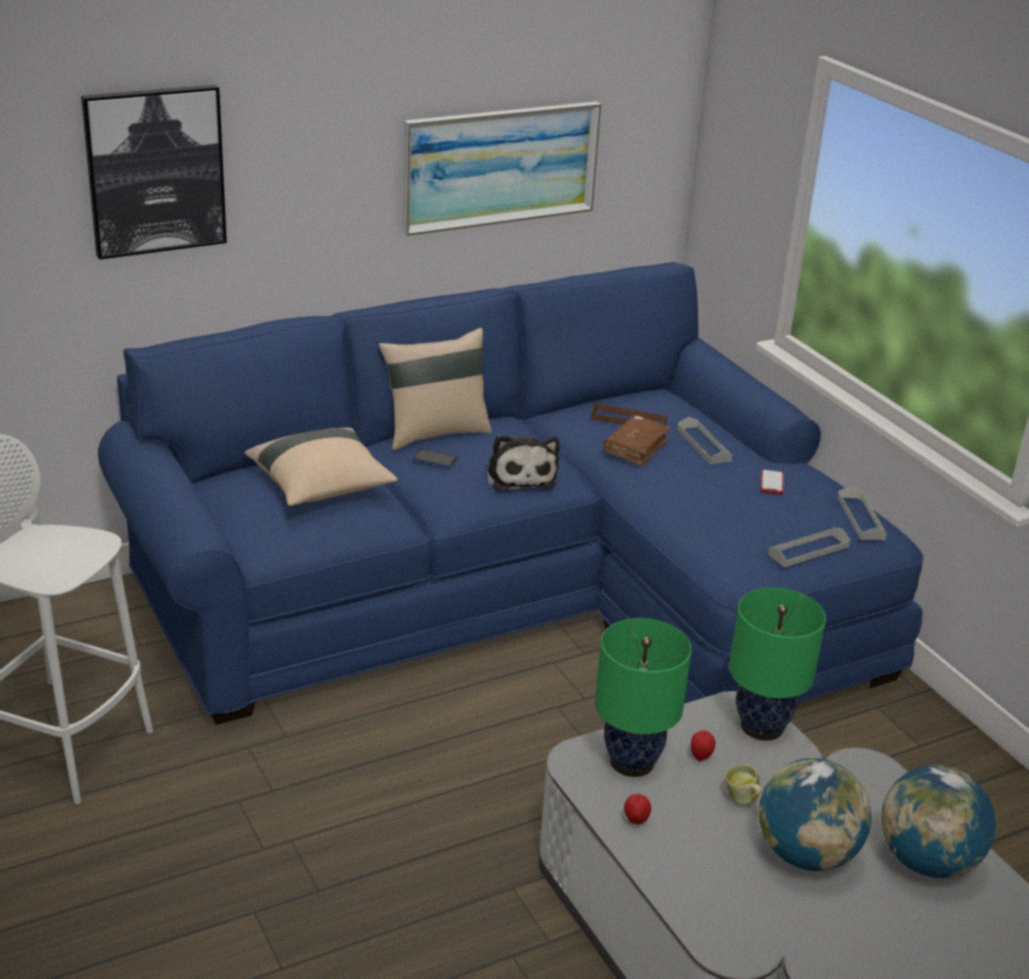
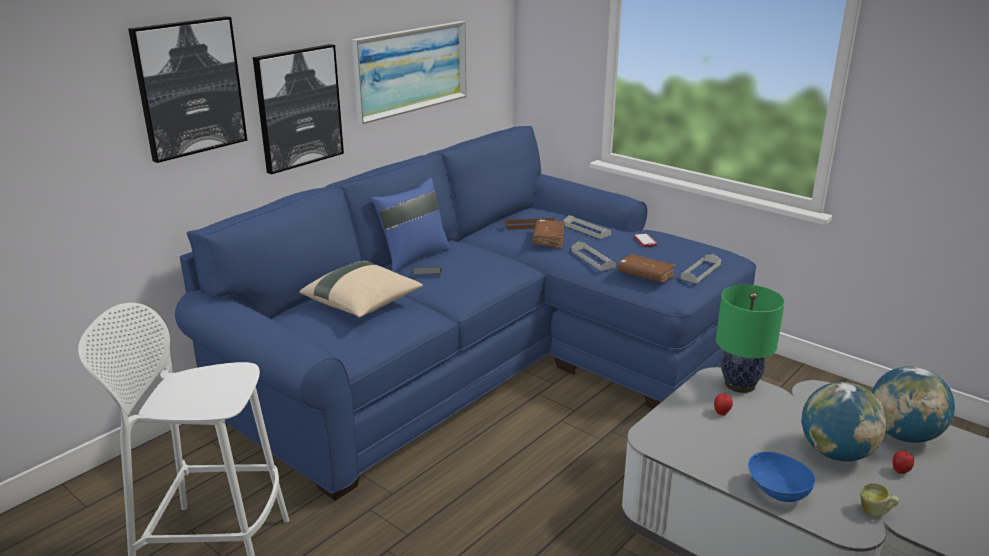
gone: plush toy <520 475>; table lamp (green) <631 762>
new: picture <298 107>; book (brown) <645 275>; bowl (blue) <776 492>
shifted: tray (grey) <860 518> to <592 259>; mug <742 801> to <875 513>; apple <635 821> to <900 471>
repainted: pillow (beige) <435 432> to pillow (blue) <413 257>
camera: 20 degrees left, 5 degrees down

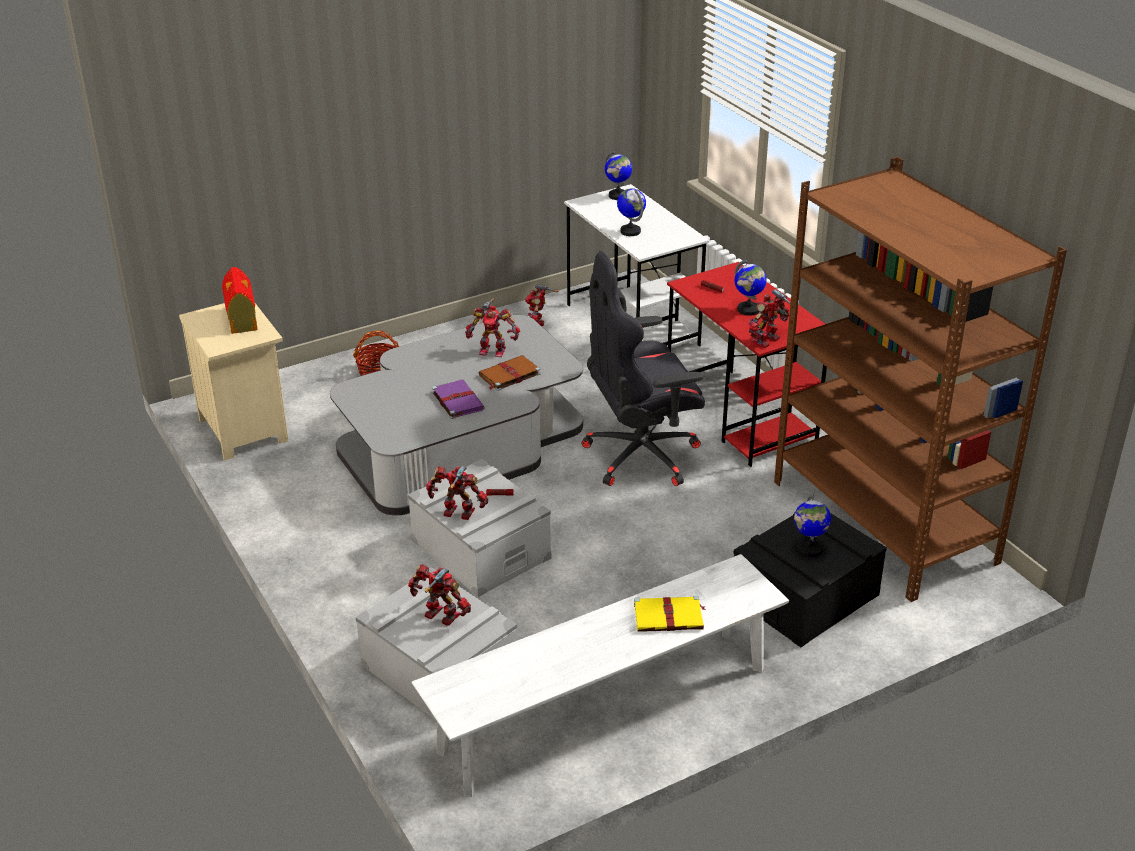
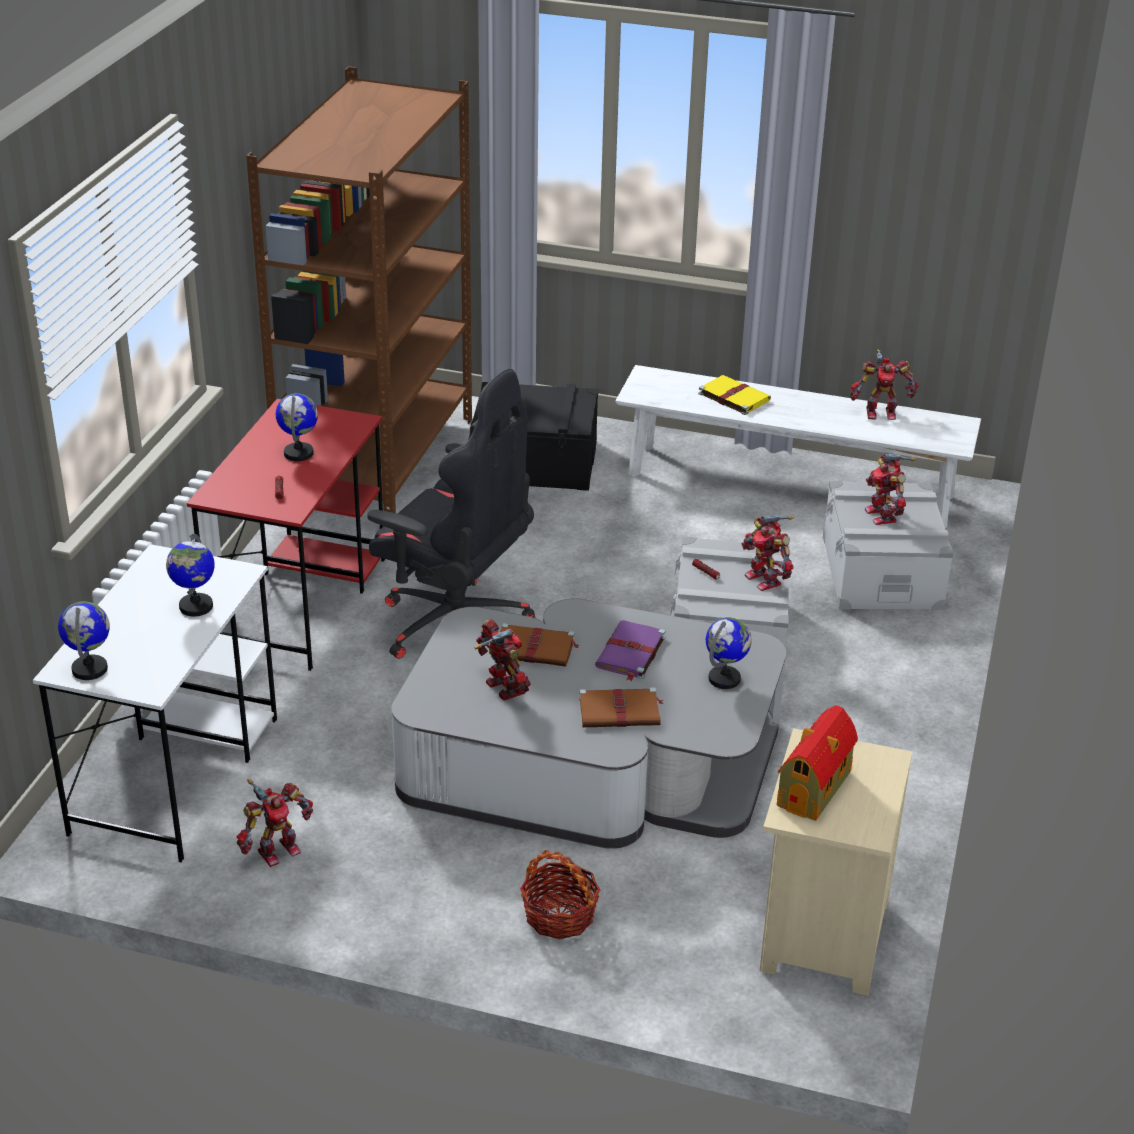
new: book (brown) <621 711>
shifted: globe <809 549> to <725 679>; toy robot <767 341> to <880 412>
camera: 135 degrees left, 0 degrees up

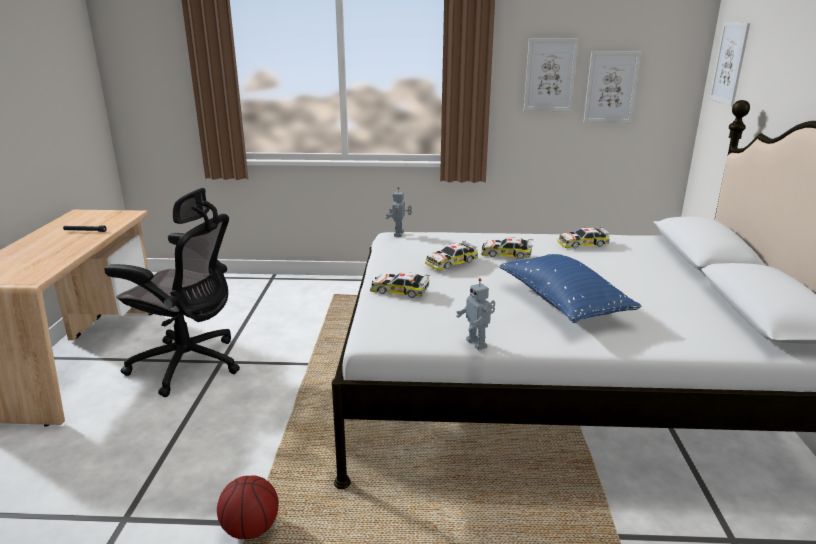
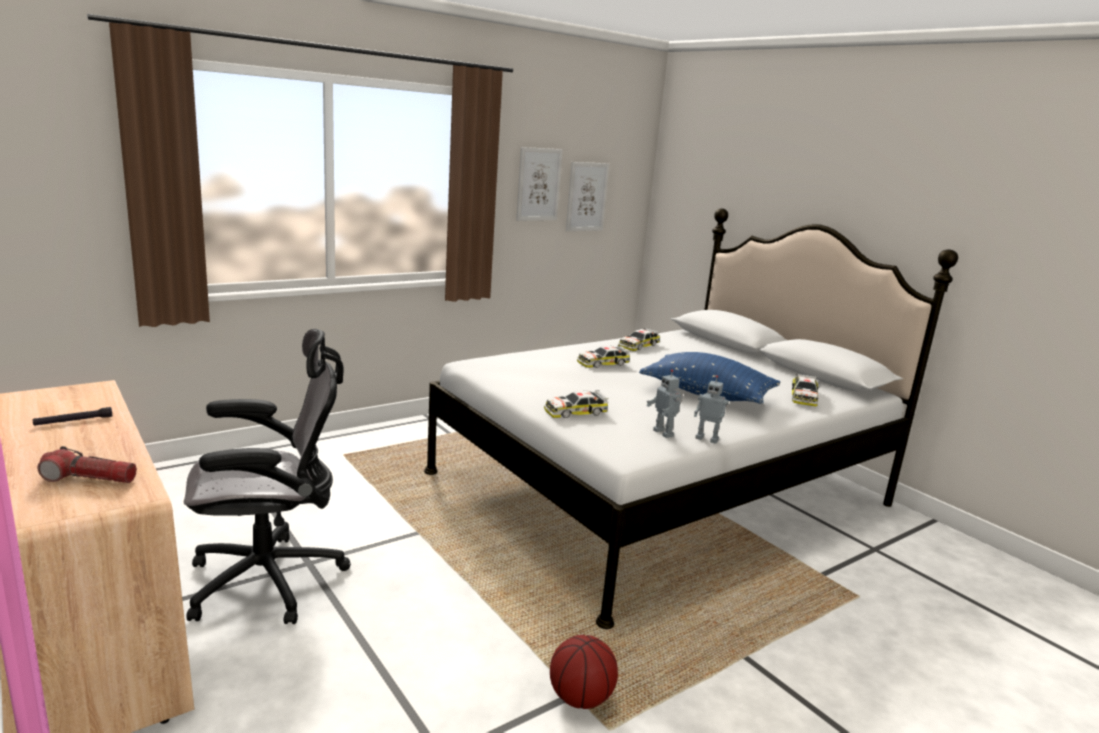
gone: picture <729 63>
new: flashlight <89 479>
shifted: toy robot <399 234> to <664 433>; toy car <451 262> to <804 397>
camera: 40 degrees left, 5 degrees down

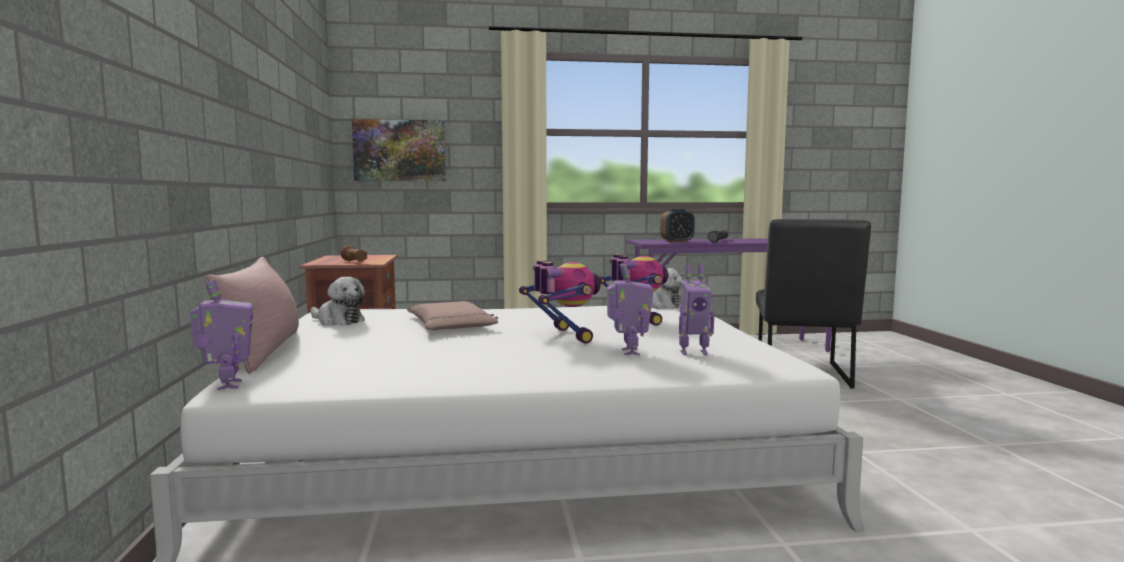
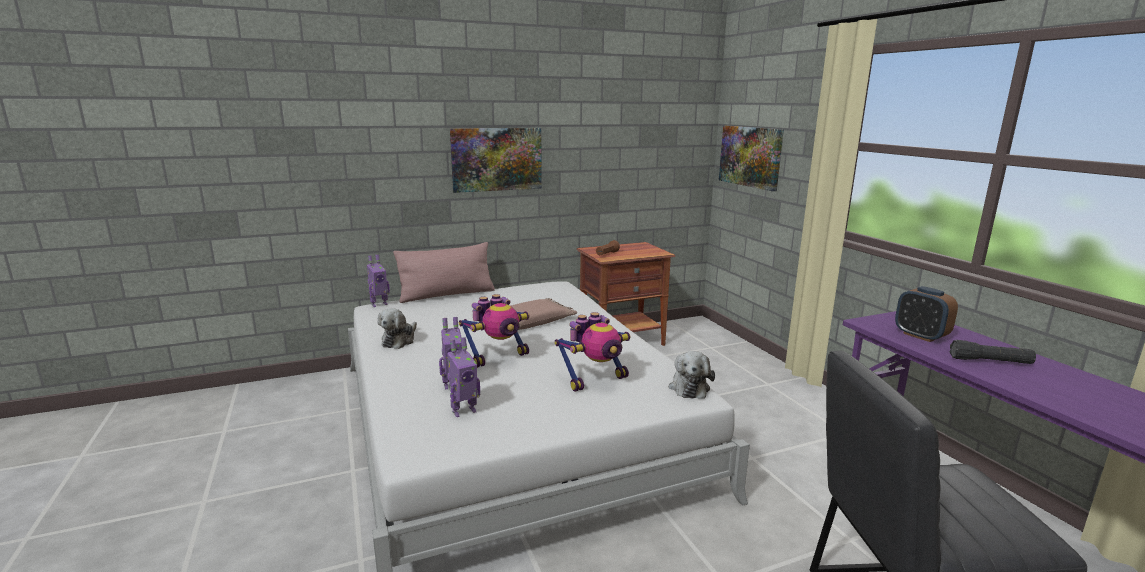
new: picture <496 159>
shifted: plush toy <338 321> to <399 340>
rotated: toy robot <693 352> = <463 411> 105 degrees counterclockwise
camera: 75 degrees right, 10 degrees up

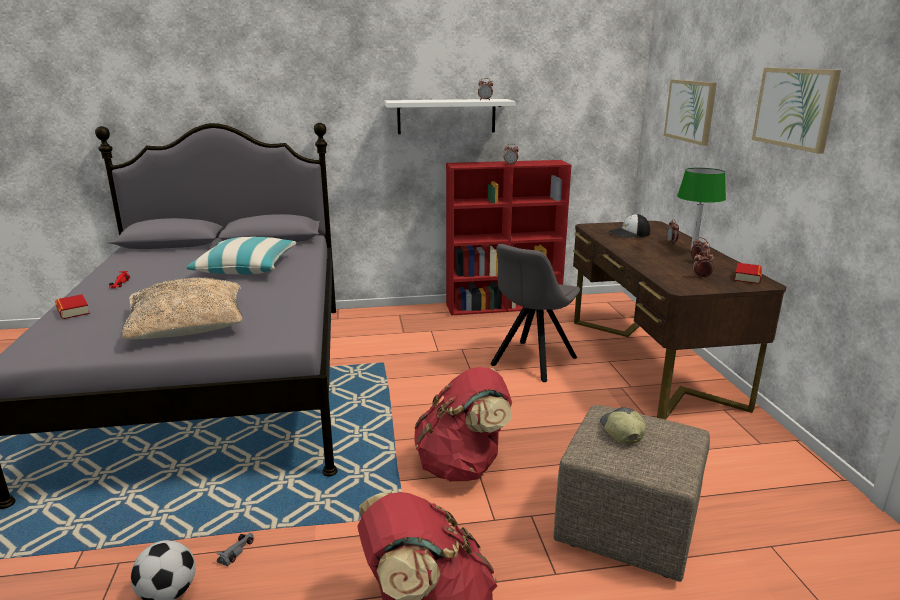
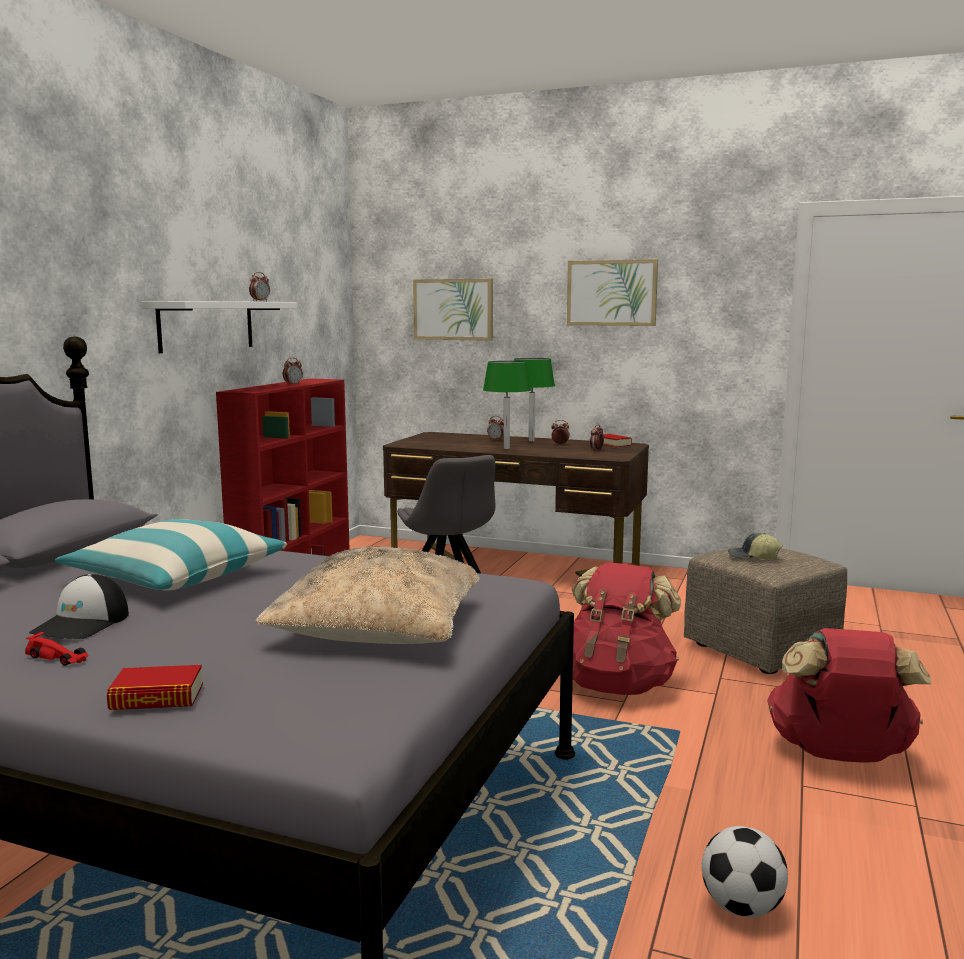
gone: toy car (grey) <237 550>
new: table lamp (green) <506 448>
shifted: cap <629 233> to <82 624>
camera: 60 degrees left, 10 degrees down

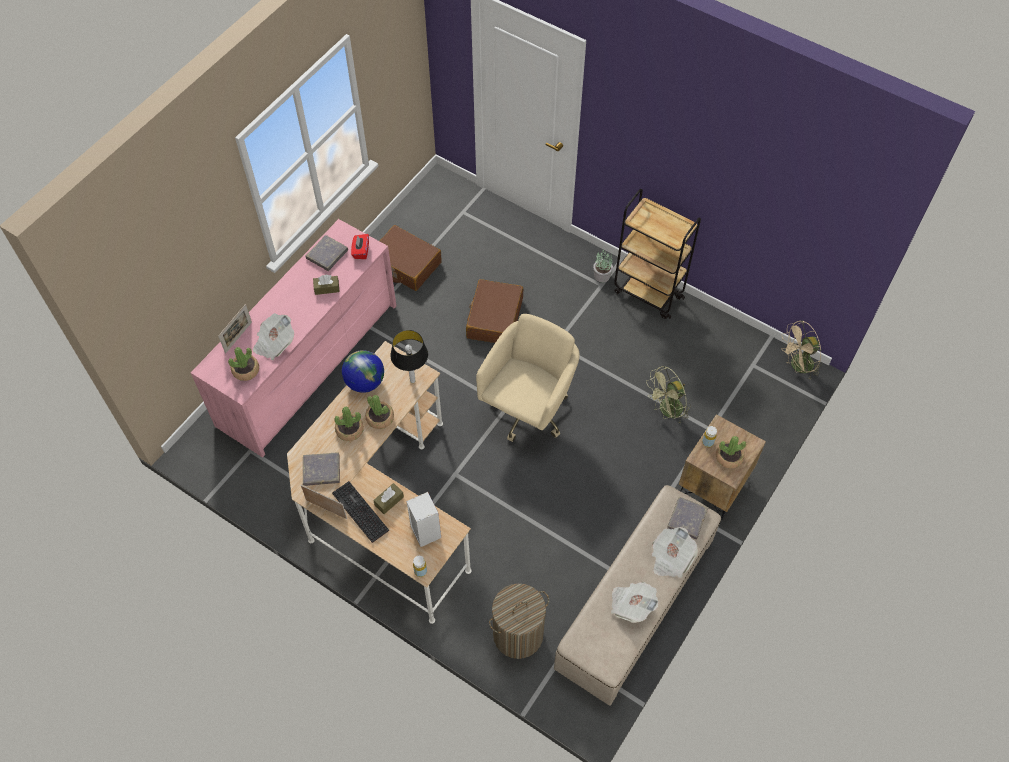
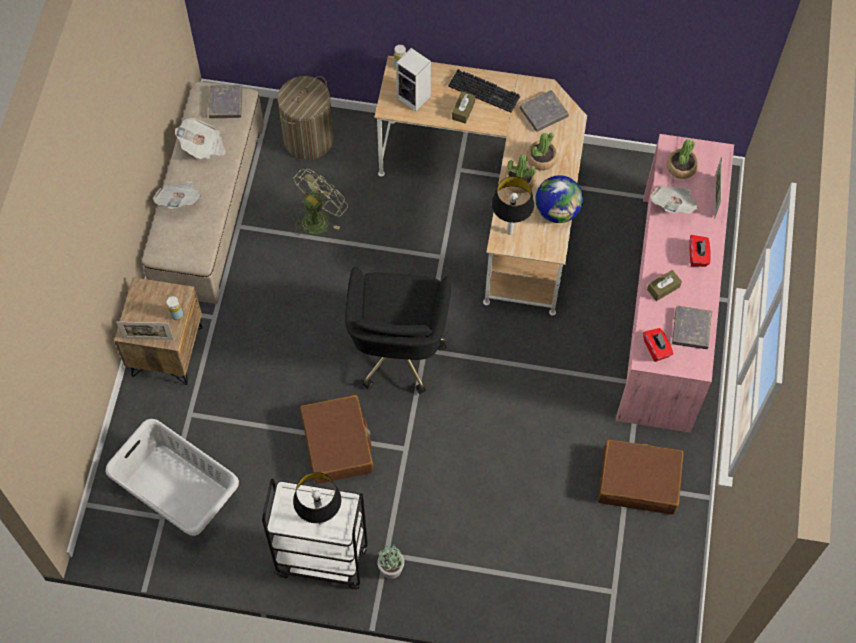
gone: potted plant <729 457>; fan (beige) <797 366>
new: laundry basket (grey) <177 489>; table lamp <321 520>; tissue box (red) <698 256>
shifted: picture frame <326 509> to <148 338>; book (grey) <687 519> to <226 103>; fan (green) <666 411> to <318 218>; suitcase (brown) <494 318> to <338 444>
repainted: cart (brown) <649 295> to cart (white) <321 564>; office chair (beige) <528 413> to office chair (black) <398 351>
camera: 155 degrees right, 5 degrees up

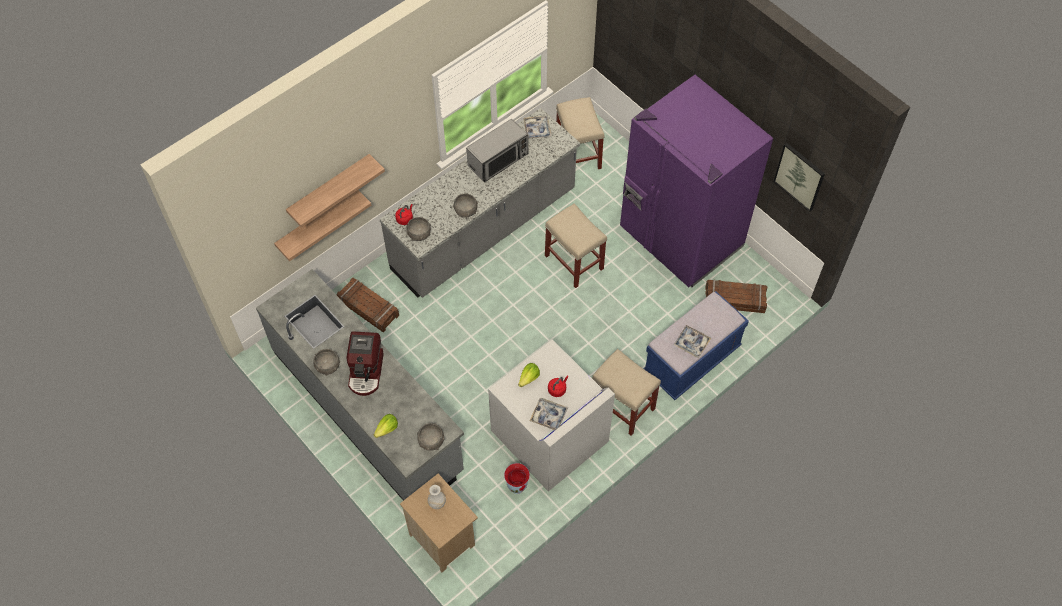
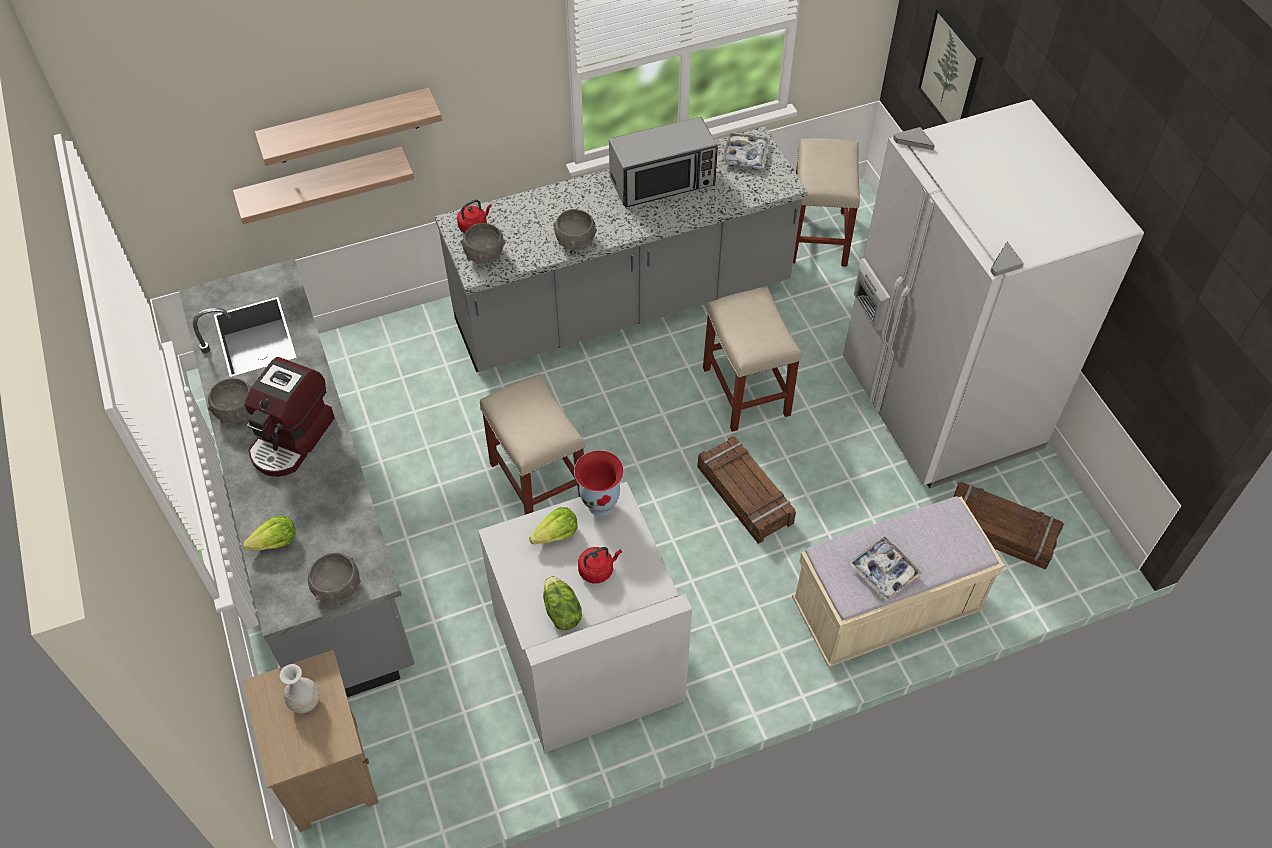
shifted: stool (beige) <621 406> to <537 481>; vase <517 487> to <601 505>; crate <368 307> to <745 495>; picture <799 176> to <952 72>
swapped: tray <548 416> to lettuce <561 611>
repainted: bench (blue) <691 360> to bench (beige) <885 609>; fridge (purple) <681 238> to fridge (white) <939 405>
camera: 20 degrees right, 5 degrees down

